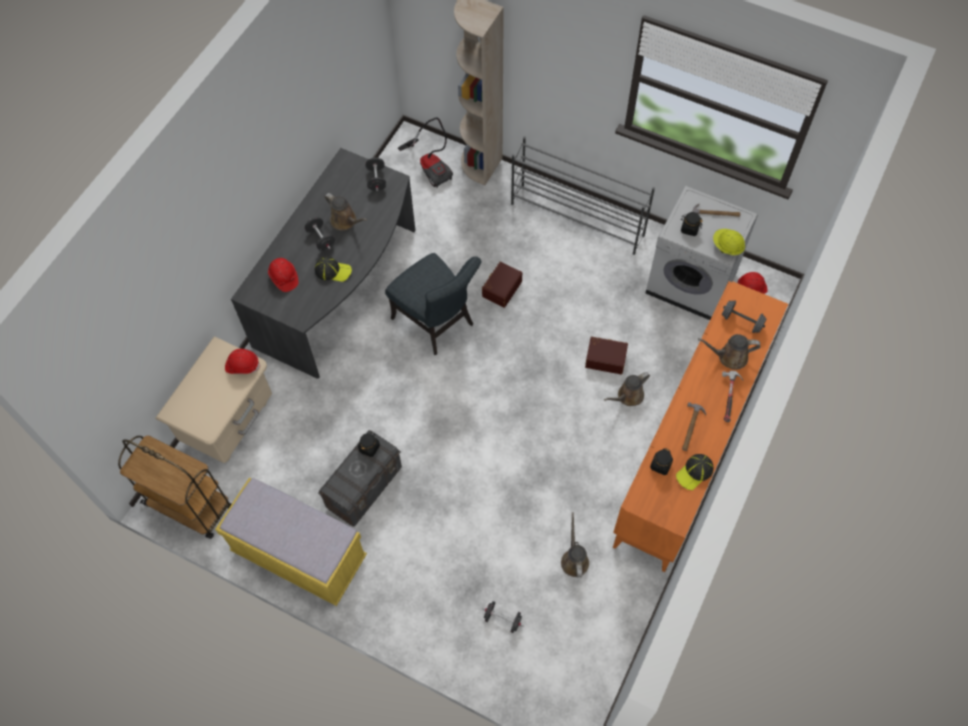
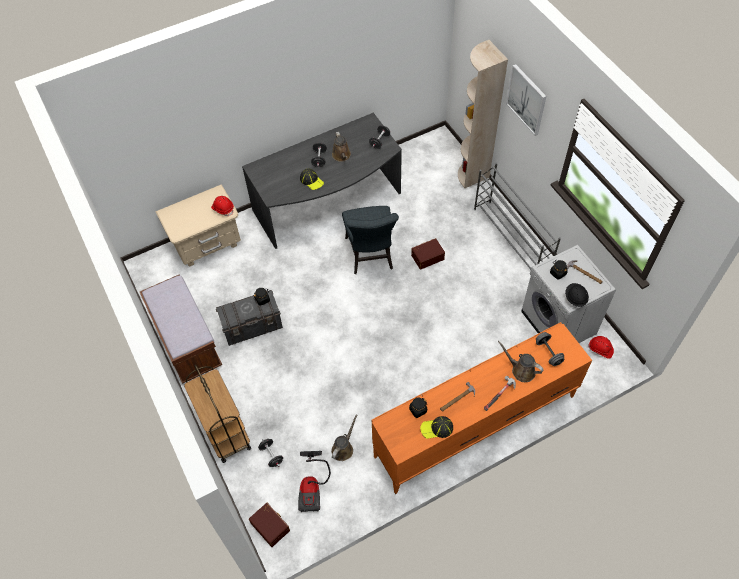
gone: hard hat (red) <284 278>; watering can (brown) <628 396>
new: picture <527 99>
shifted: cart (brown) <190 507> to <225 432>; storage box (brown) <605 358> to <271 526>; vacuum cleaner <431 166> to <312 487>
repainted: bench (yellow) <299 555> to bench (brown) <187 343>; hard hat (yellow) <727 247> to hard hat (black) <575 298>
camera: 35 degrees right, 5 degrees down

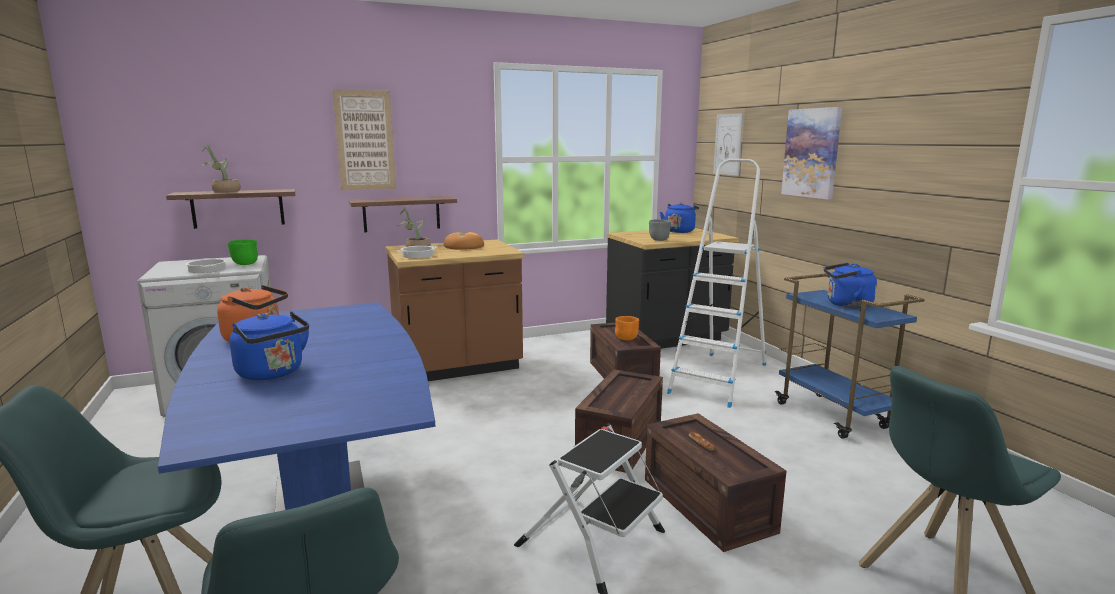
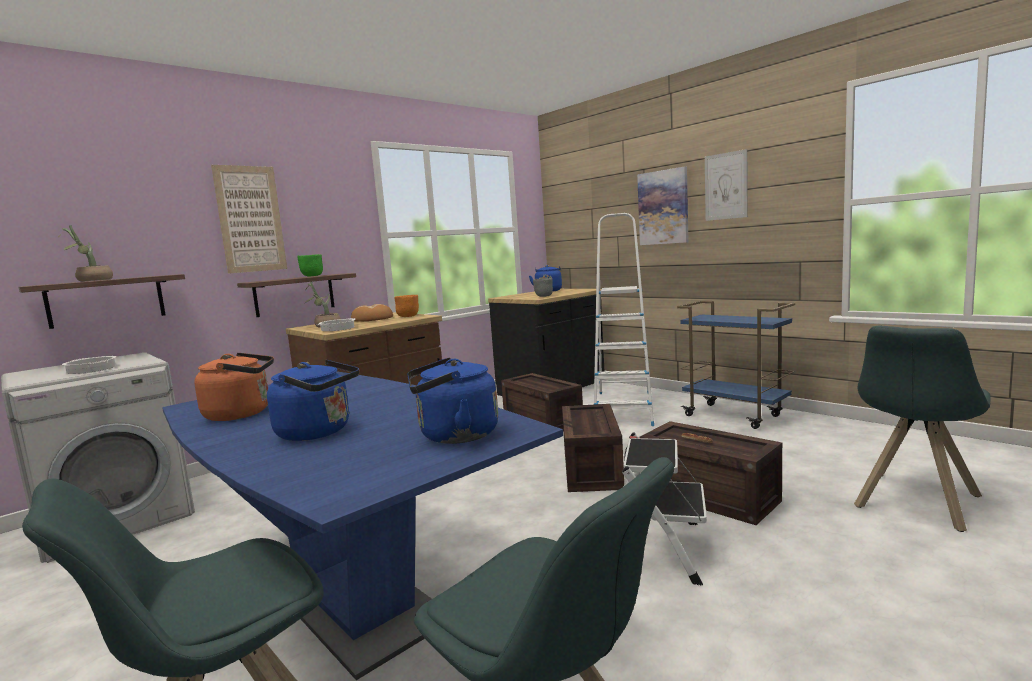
shifted: bowl (green) <245 264> to <312 276>; bowl (orange) <626 339> to <408 316>; kettle (blue) <846 305> to <454 436>; picture <728 144> to <726 186>
camera: 20 degrees left, 5 degrees down

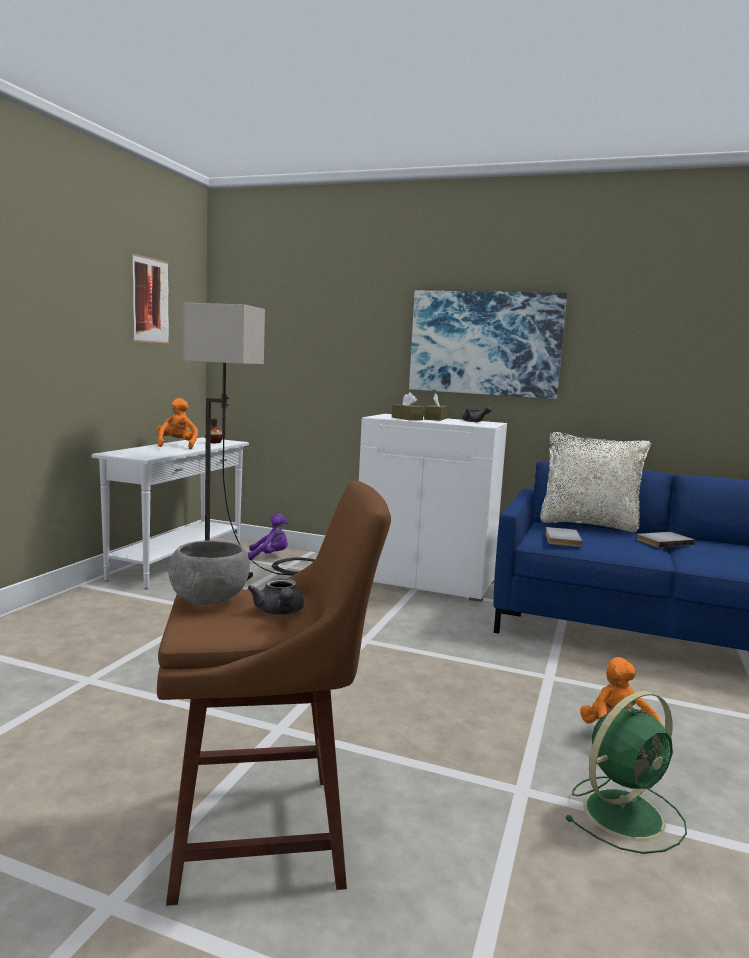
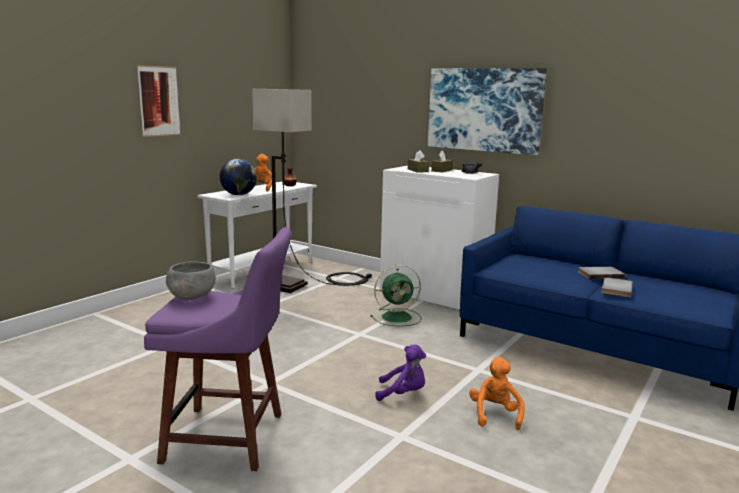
gone: teapot (grey) <279 612>; pillow (beige) <589 526>
new: globe <238 195>
shifted: picture <150 300> to <159 101>; fan (green) <626 813> to <398 317>; plush toy (purple) <270 556> to <403 394>; book (grey) <561 539> to <615 289>
repainted: stool (brown) <269 833> to stool (purple) <230 438>
camera: 15 degrees right, 5 degrees up

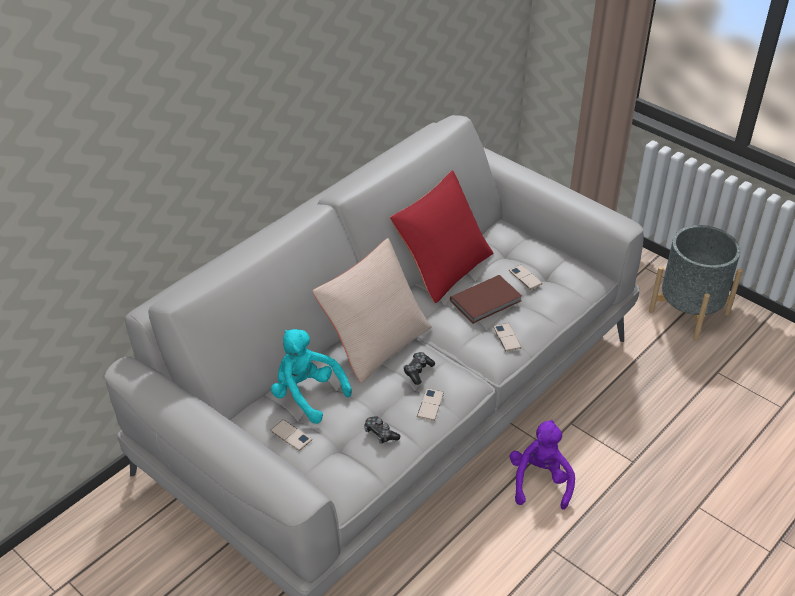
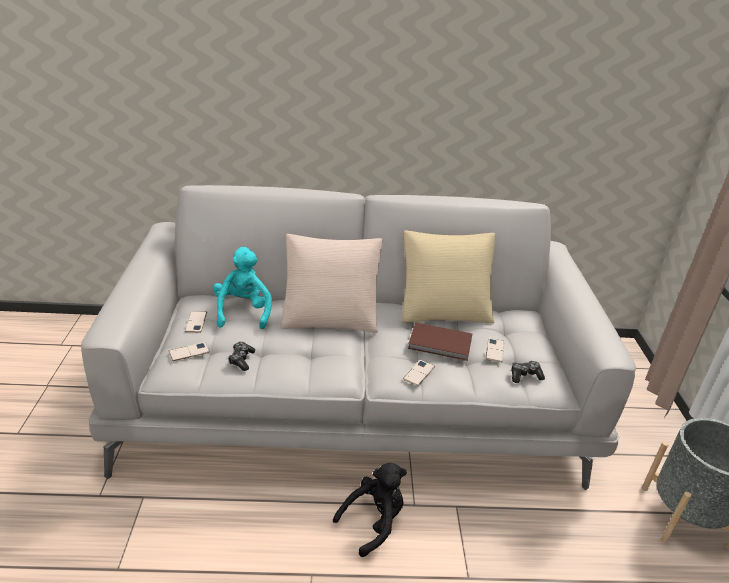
shifted: phone <430 404> to <189 352>; game controller <418 371> to <525 376>
repainted: plush toy (purple) <540 481> to plush toy (black) <374 522>; pillow (red) <442 266> to pillow (beige) <444 308>
camera: 45 degrees right, 10 degrees down

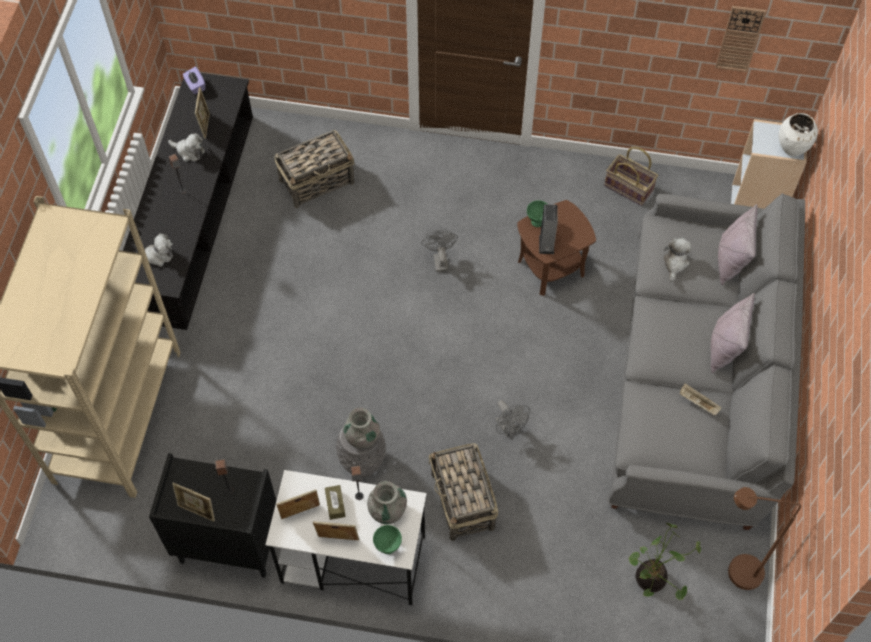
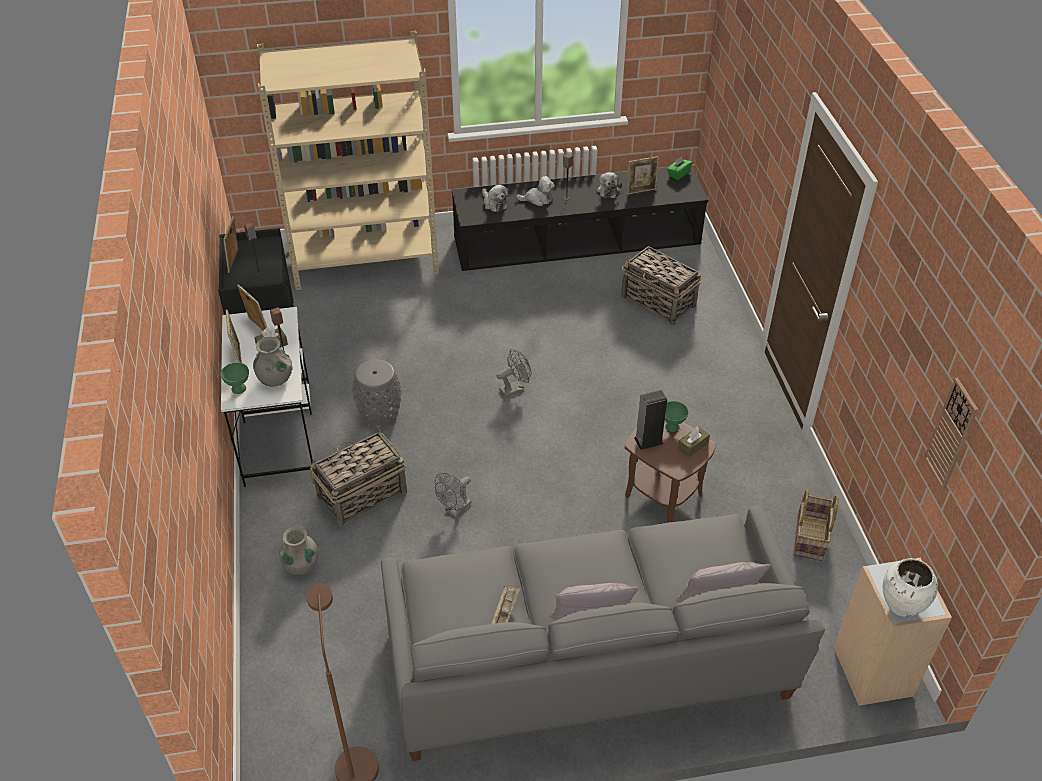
gone: potted plant <653 580>
new: tissue box (brown) <693 446>
shifted: vase (grey) <362 437> to <301 565>; fan (grey) <440 259> to <515 388>; plush toy <675 263> to <537 199>
repainted: tissue box (purple) <195 86> to tissue box (green) <678 174>
camera: 70 degrees right, 15 degrees down

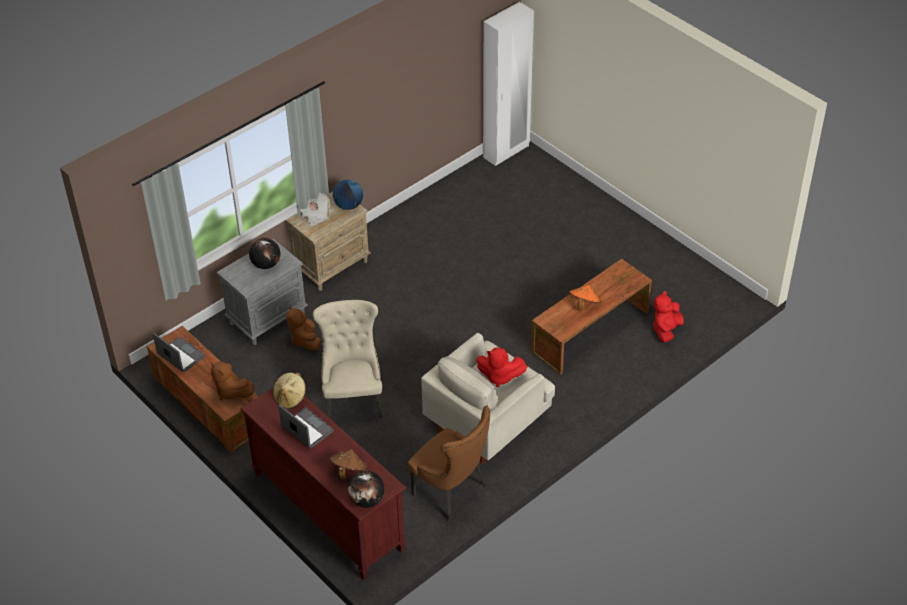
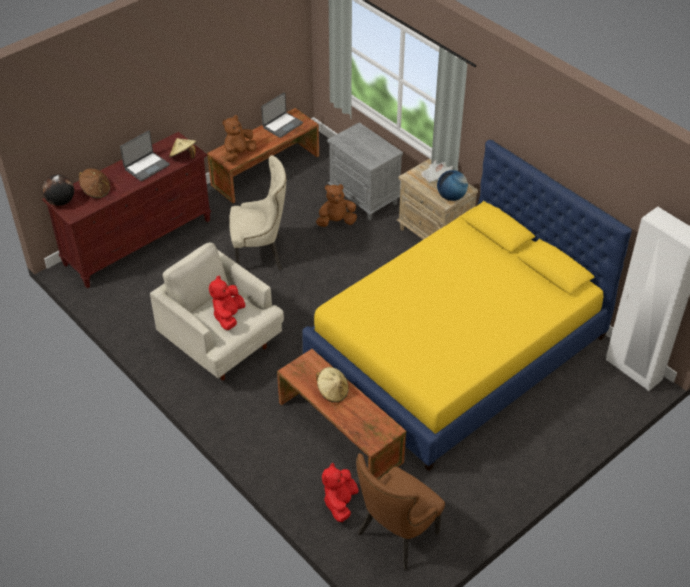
gone: globe <266 264>
new: bed (yellow) <457 349>
shifted: chair (brown) <451 491> to <397 536>
repainted: hat (orange) <584 304> to hat (beige) <332 392>
rotated: plush toy (red) <666 330> = <340 503> 105 degrees counterclockwise
camera: 90 degrees right, 0 degrees up

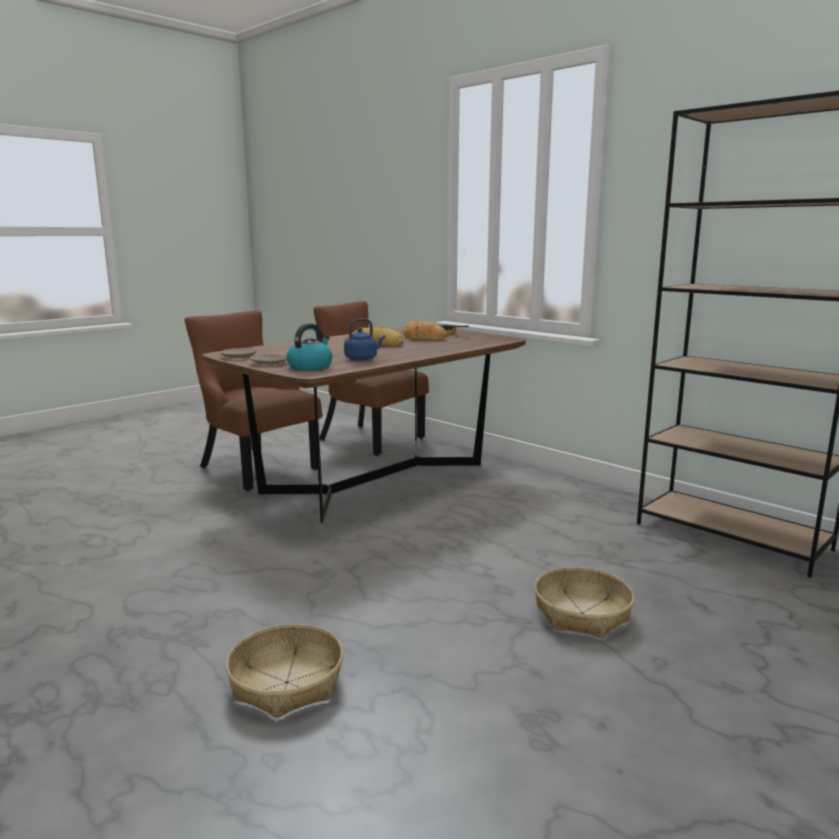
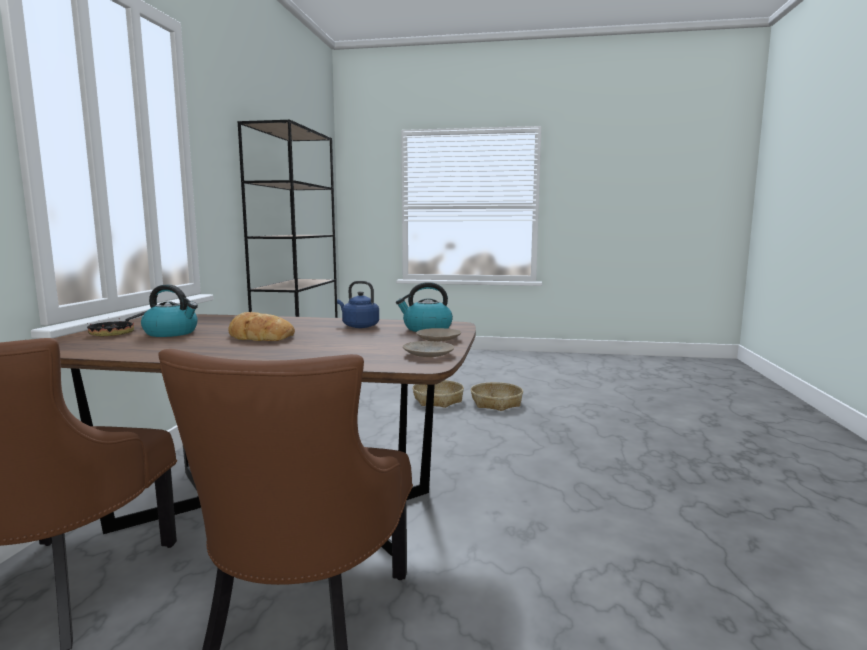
shifted: basket <287 683> to <496 403>
swapped: bread <423 338> to kettle <172 333>
camera: 125 degrees left, 5 degrees down

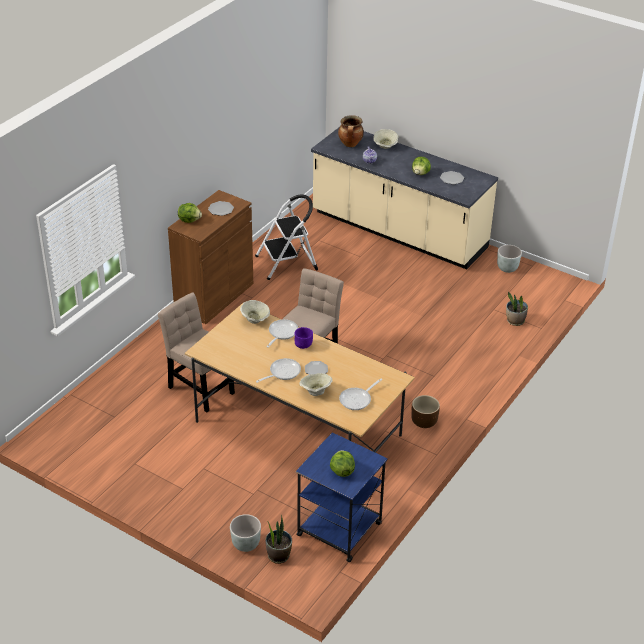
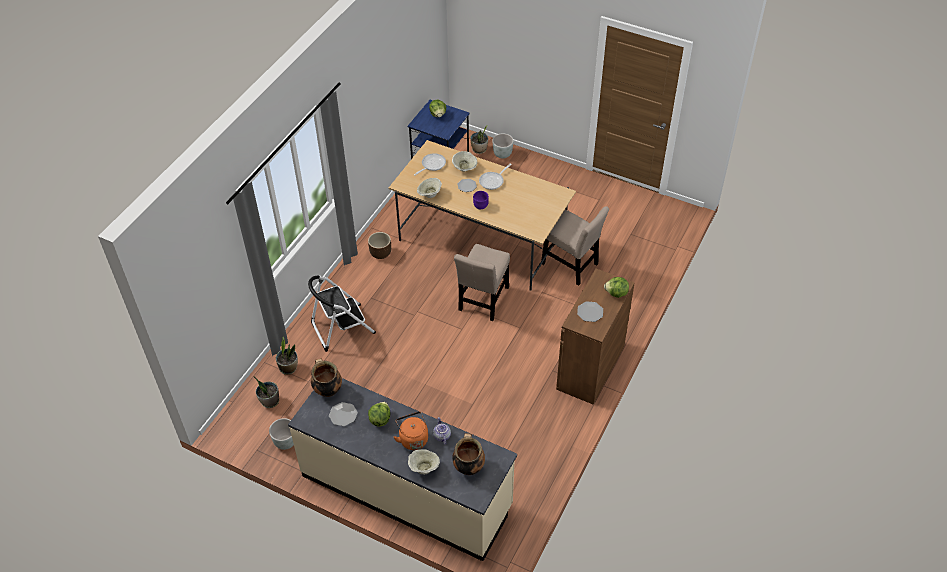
gone: frying pan <281 333>
new: potted plant <269 401>; cooking pot <327 390>; kettle (orange) <412 438>
shifted: step ladder <288 263> to <340 328>; bowl (beige) <255 320> to <429 194>
camera: 175 degrees right, 10 degrees up

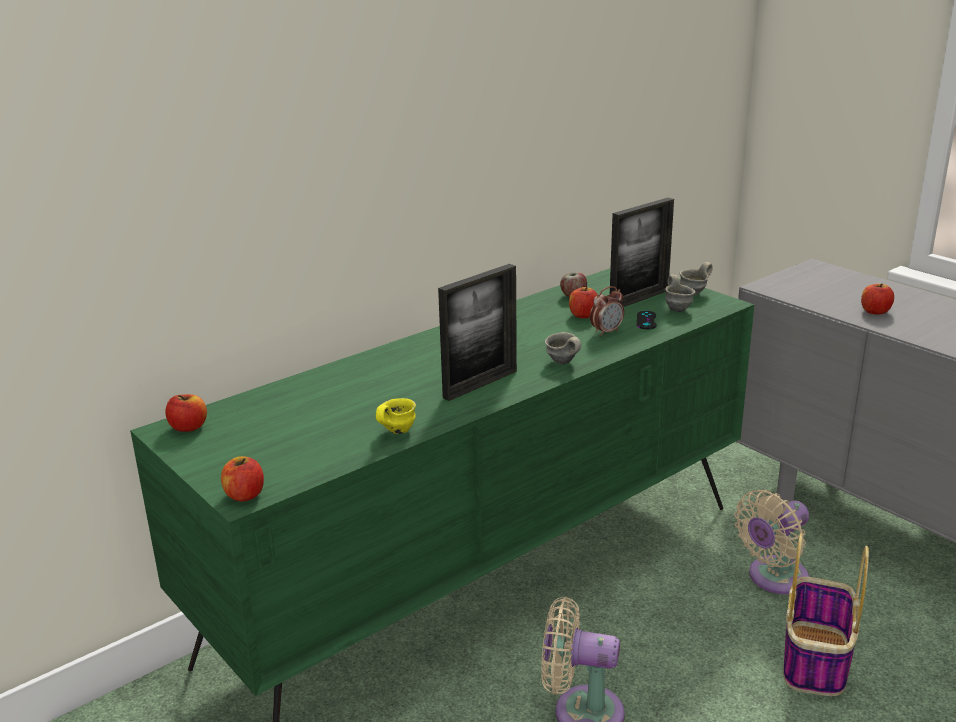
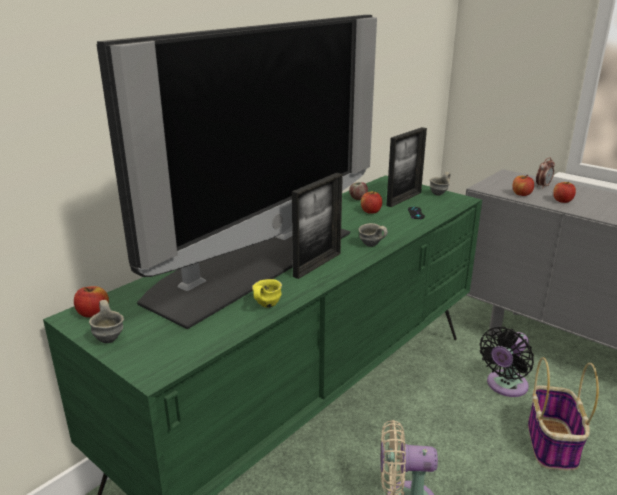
new: television <252 263>
shifted: mug (grey) <678 308> to <110 337>; apple <244 495> to <521 194>; alarm clock <606 332> to <542 186>
repainted: fan (beige) <773 578> to fan (black) <504 386>
camera: 10 degrees left, 0 degrees up

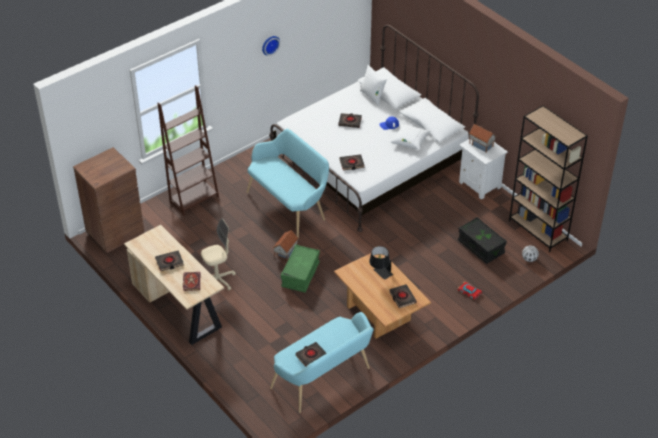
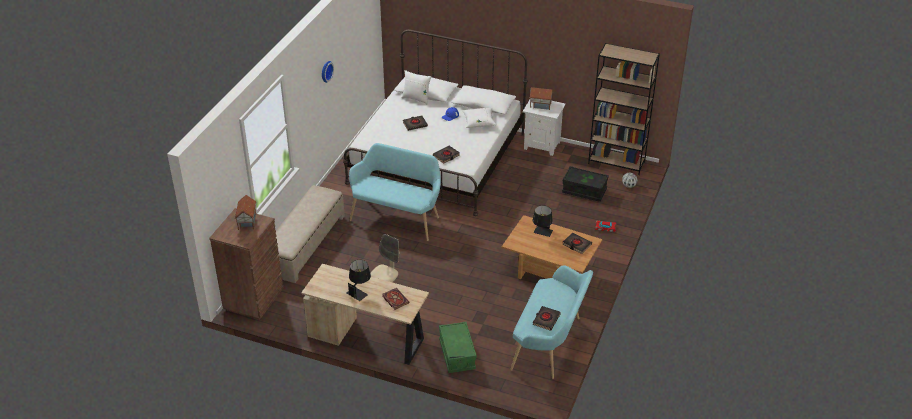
shifted: toy house <285 252> to <247 222>; storage box (green) <300 275> to <457 354>
swapped: bookcase (brown) <194 199> to bench (beige) <305 244>; book (black) <169 262> to table lamp (black) <359 291>
camera: 30 degrees left, 5 degrees down

